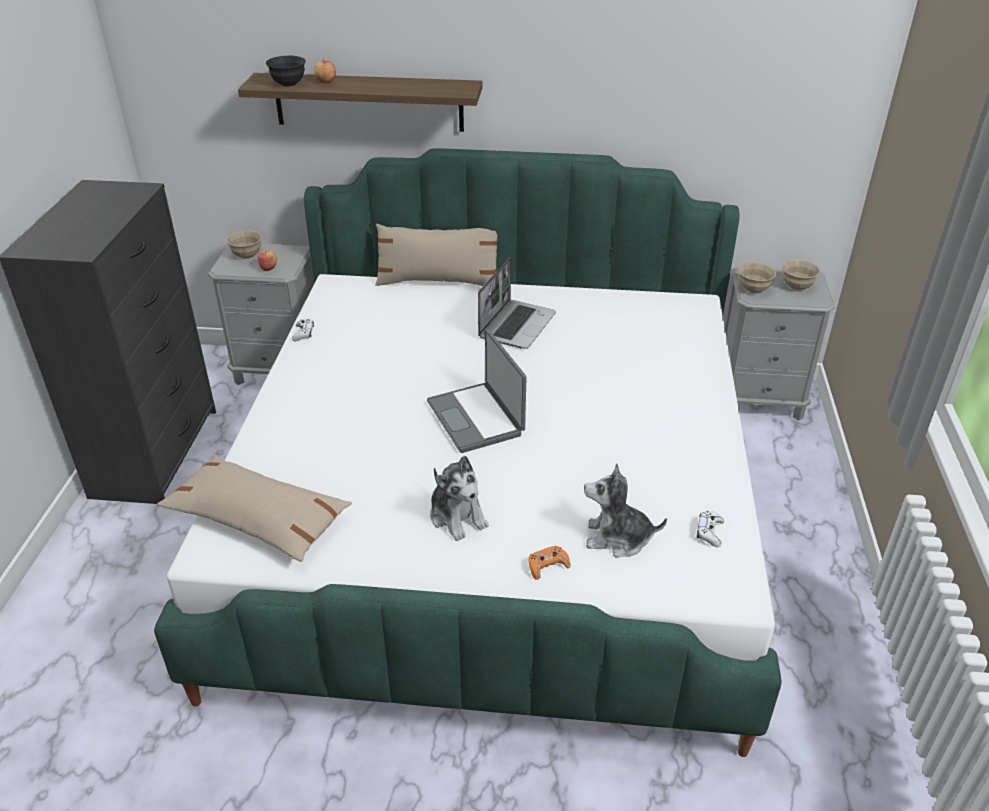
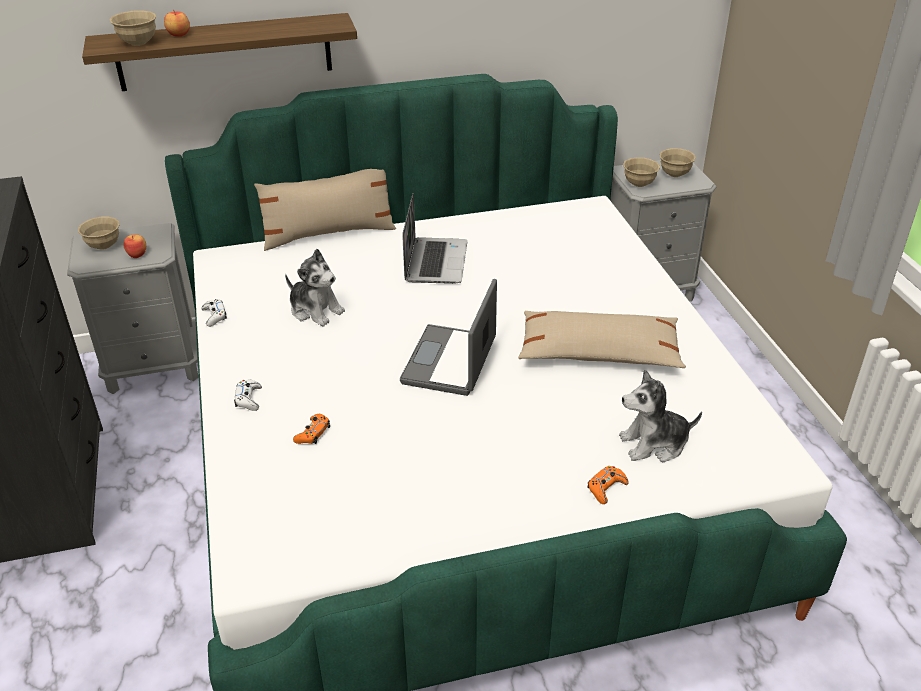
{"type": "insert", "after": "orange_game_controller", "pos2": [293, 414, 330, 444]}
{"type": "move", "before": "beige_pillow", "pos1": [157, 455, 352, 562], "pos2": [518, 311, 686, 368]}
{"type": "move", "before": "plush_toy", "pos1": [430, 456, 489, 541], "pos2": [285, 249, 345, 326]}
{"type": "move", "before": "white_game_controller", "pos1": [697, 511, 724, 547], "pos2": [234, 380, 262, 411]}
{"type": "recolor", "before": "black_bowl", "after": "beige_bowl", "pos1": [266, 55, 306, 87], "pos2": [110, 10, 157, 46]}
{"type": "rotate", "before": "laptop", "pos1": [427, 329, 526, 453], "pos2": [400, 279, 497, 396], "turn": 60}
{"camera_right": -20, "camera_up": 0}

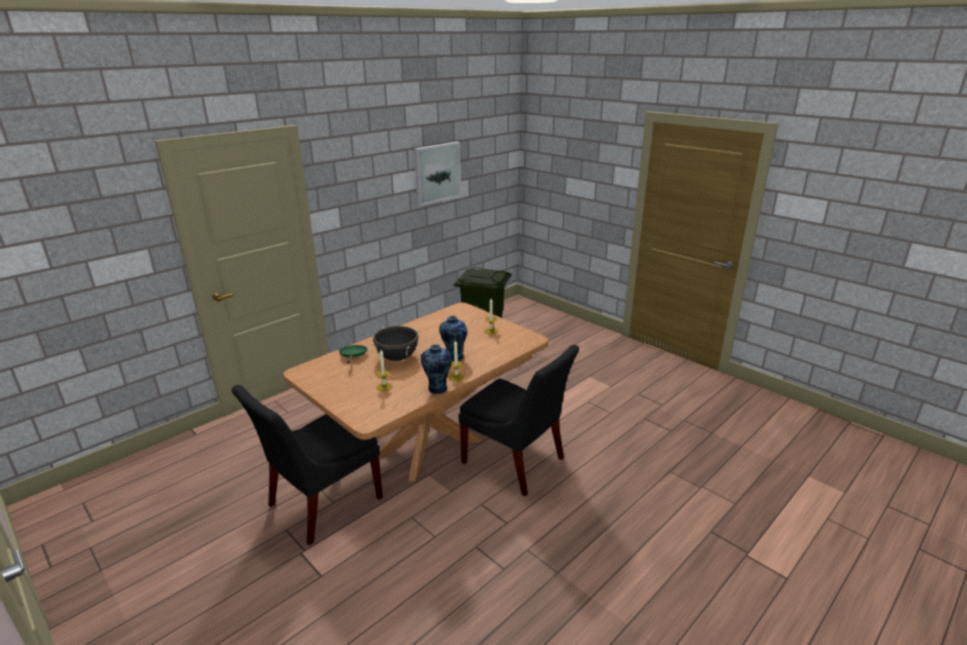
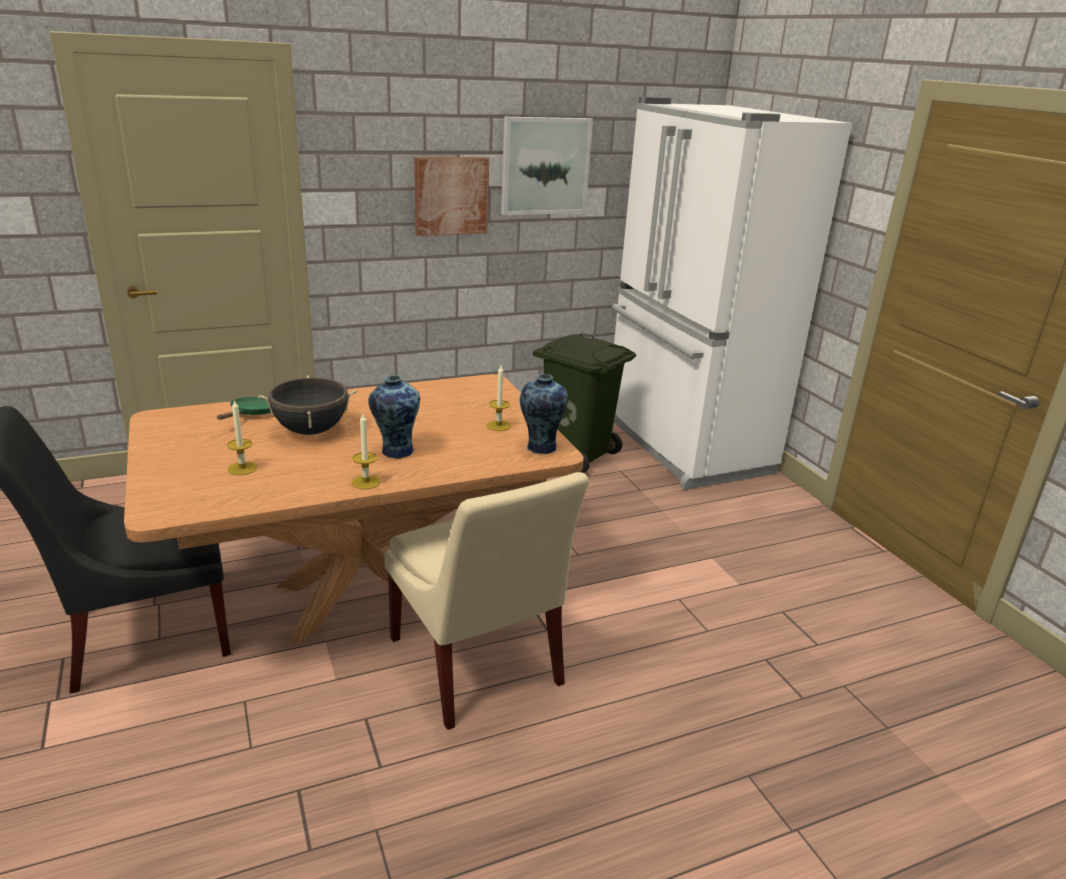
{"type": "insert", "after": "picture", "pos2": [414, 157, 489, 236]}
{"type": "insert", "after": "white_fridge", "pos2": [612, 97, 852, 490]}
{"type": "move", "before": "vase", "pos1": [421, 344, 452, 394], "pos2": [520, 374, 568, 454]}
{"type": "recolor", "before": "black_chair", "after": "beige_chair", "pos1": [459, 345, 579, 496], "pos2": [384, 472, 589, 730]}
{"camera_right": 20, "camera_up": 0}

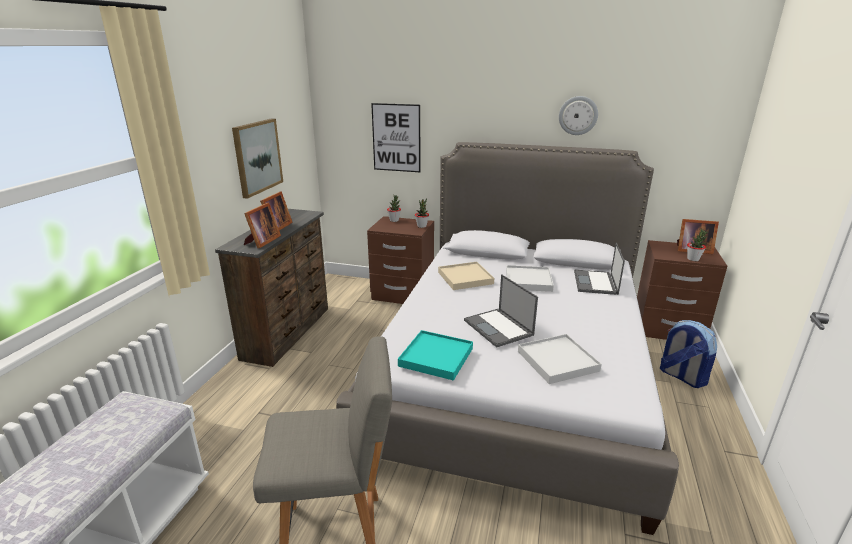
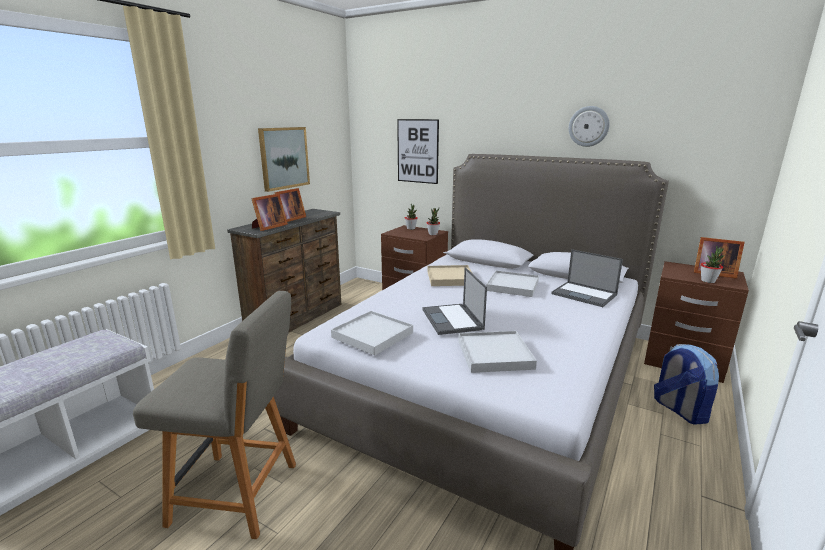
{"type": "recolor", "before": "turquoise_tray", "after": "white_tray", "pos1": [398, 330, 473, 381], "pos2": [331, 311, 413, 356]}
{"type": "rotate", "before": "laptop", "pos1": [574, 242, 625, 295], "pos2": [551, 249, 623, 307], "turn": -75}
{"camera_right": 15, "camera_up": -5}

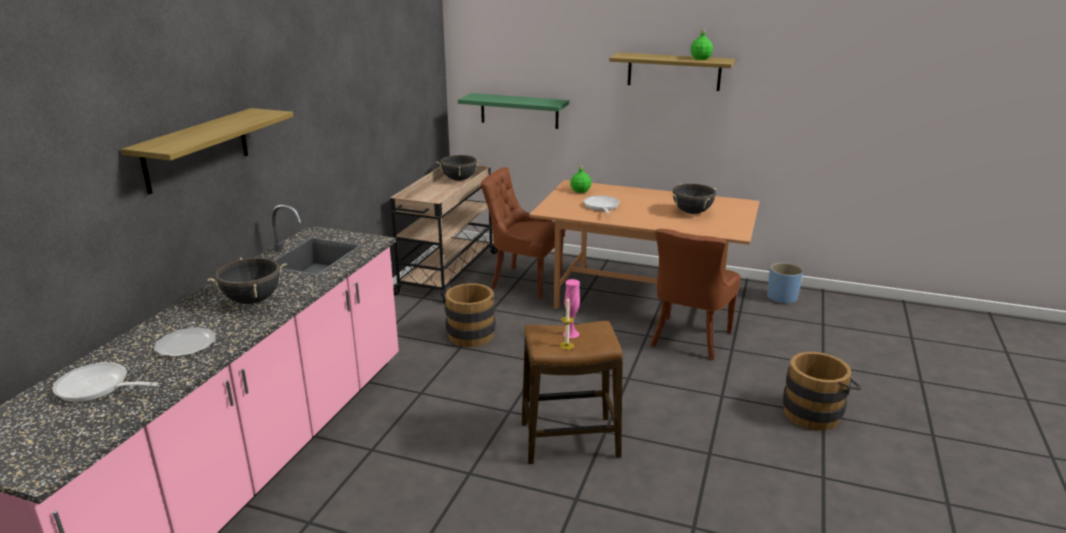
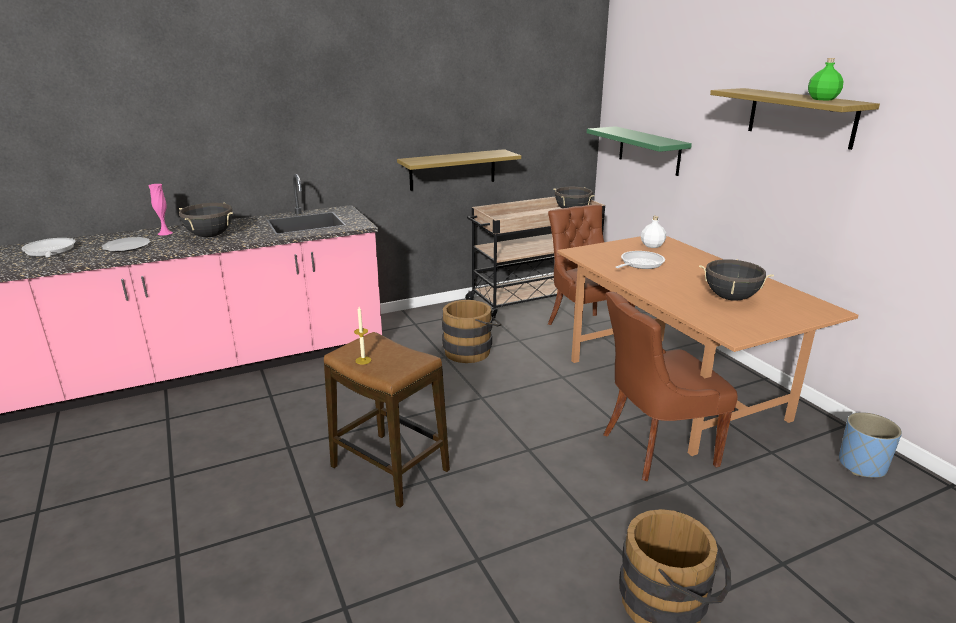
{"type": "move", "before": "shelf", "pos1": [121, 108, 294, 194], "pos2": [397, 149, 521, 191]}
{"type": "move", "before": "pink_vase", "pos1": [563, 279, 580, 338], "pos2": [149, 184, 173, 236]}
{"type": "recolor", "before": "green_bottle", "after": "white_bottle", "pos1": [570, 166, 592, 193], "pos2": [641, 216, 666, 248]}
{"camera_right": 45, "camera_up": 0}

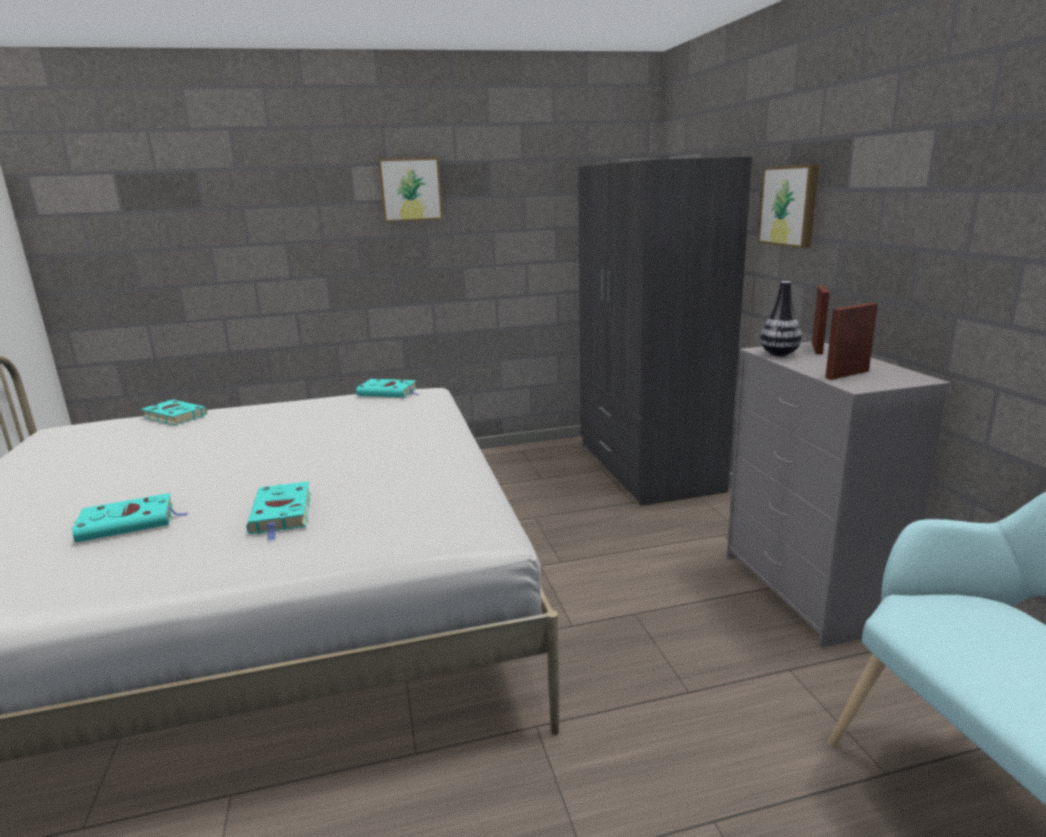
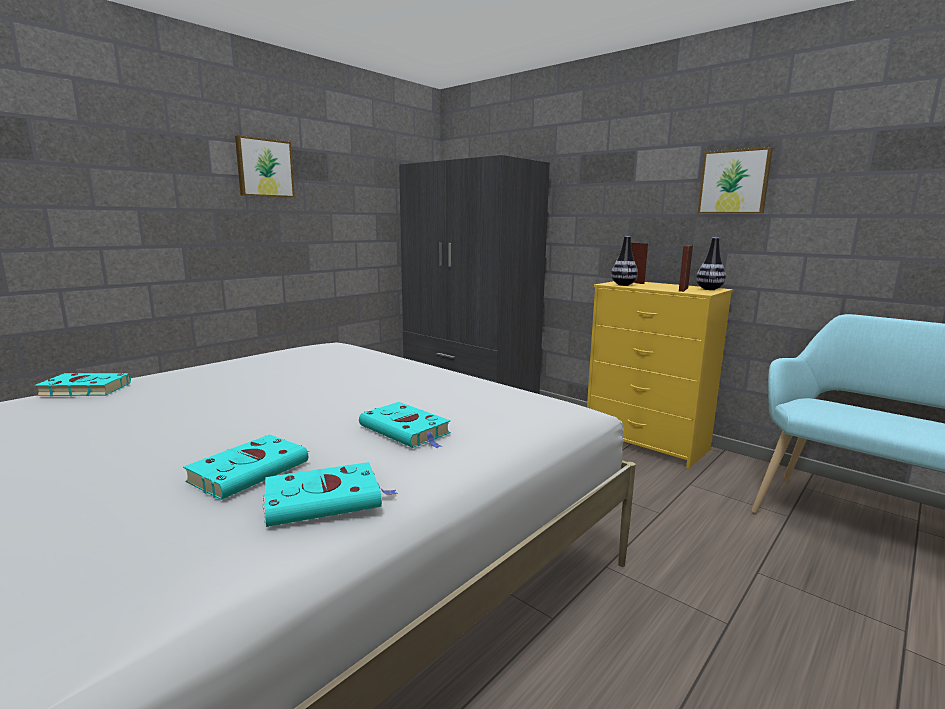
{"type": "insert", "after": "vase", "pos2": [696, 238, 726, 290]}
{"type": "move", "before": "turquoise_book", "pos1": [356, 379, 419, 398], "pos2": [263, 462, 398, 527]}
{"type": "move", "before": "picture", "pos1": [758, 164, 819, 248], "pos2": [698, 147, 773, 214]}
{"type": "recolor", "before": "grey_dresser", "after": "yellow_dresser", "pos1": [726, 341, 950, 648], "pos2": [587, 281, 733, 469]}
{"camera_right": -35, "camera_up": -5}

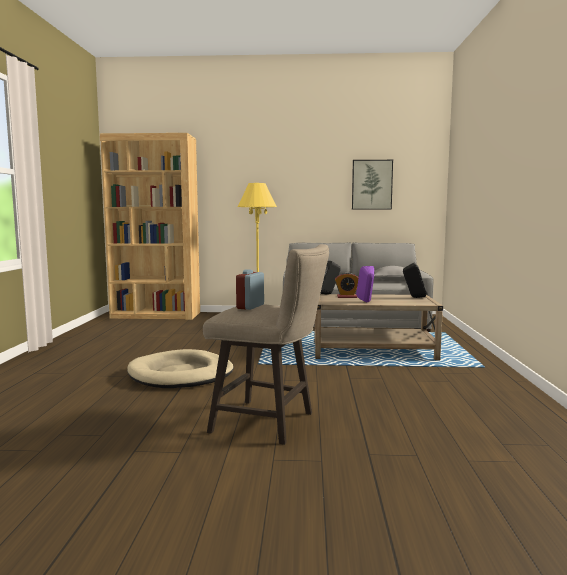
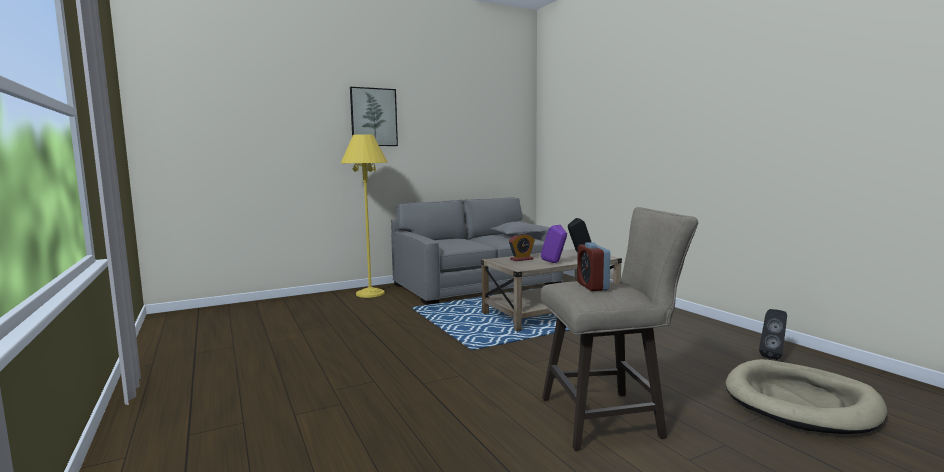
{"type": "delete", "before": "brown_bookcase", "pos1": [100, 133, 200, 320]}
{"type": "move", "before": "beige_dog_bed", "pos1": [127, 349, 234, 388], "pos2": [726, 359, 887, 434]}
{"type": "move", "before": "black_speaker", "pos1": [320, 261, 341, 295], "pos2": [759, 309, 787, 360]}
{"type": "move", "before": "picture", "pos1": [352, 160, 393, 210], "pos2": [350, 87, 398, 146]}
{"camera_right": -30, "camera_up": 0}

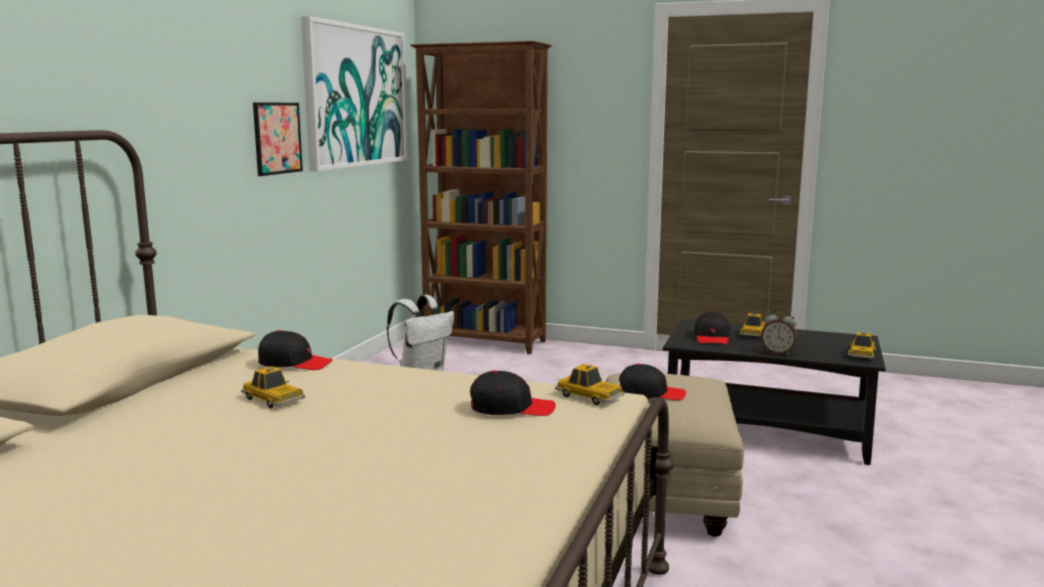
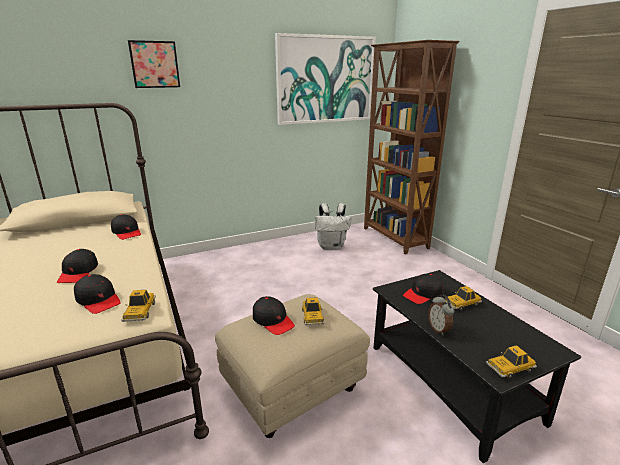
{"type": "insert", "after": "black_cap", "pos2": [57, 249, 98, 283]}
{"type": "move", "before": "toy_car", "pos1": [241, 366, 306, 408], "pos2": [302, 297, 324, 325]}
{"type": "move", "before": "picture", "pos1": [253, 102, 303, 176], "pos2": [128, 40, 180, 88]}
{"camera_right": 45, "camera_up": 10}

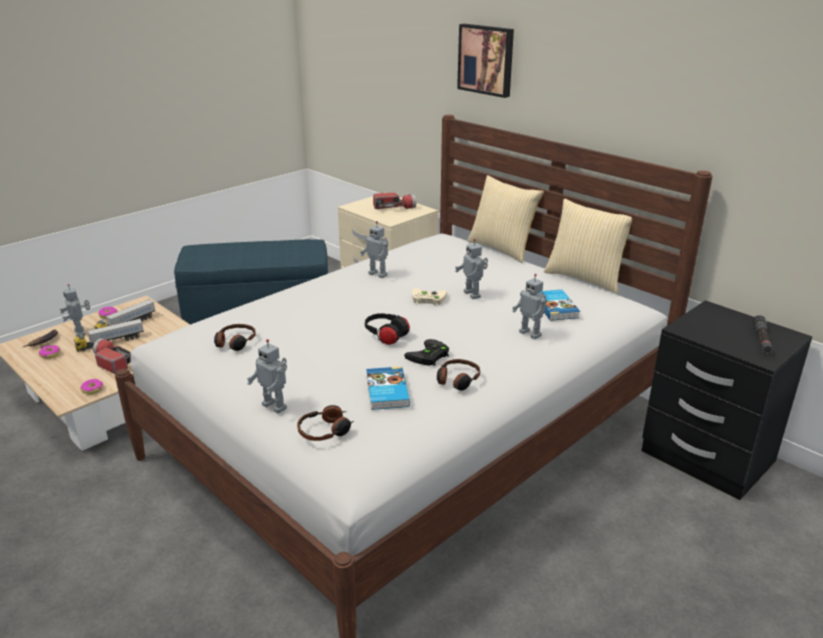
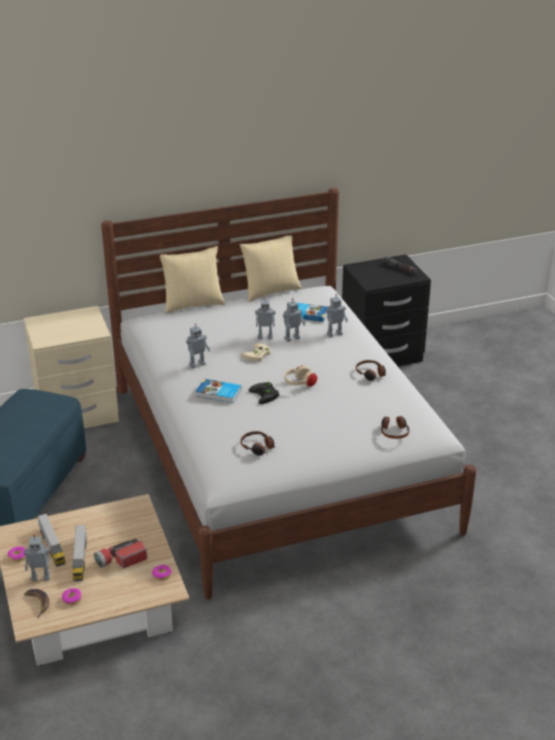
{"type": "delete", "before": "flashlight", "pos1": [373, 193, 416, 209]}
{"type": "delete", "before": "picture", "pos1": [457, 24, 514, 98]}
{"type": "move", "before": "toy_robot", "pos1": [247, 339, 287, 414], "pos2": [283, 298, 305, 342]}
{"type": "move", "before": "book", "pos1": [366, 366, 410, 410], "pos2": [196, 379, 241, 403]}
{"type": "move", "before": "black_game_controller", "pos1": [404, 339, 449, 366], "pos2": [248, 382, 279, 404]}
{"type": "recolor", "before": "black_headphones", "after": "beige_headphones", "pos1": [365, 313, 410, 345], "pos2": [284, 365, 317, 387]}
{"camera_right": -65, "camera_up": 5}

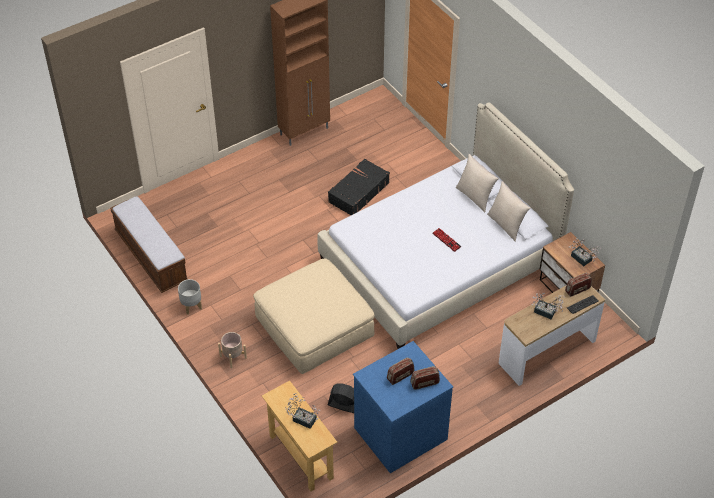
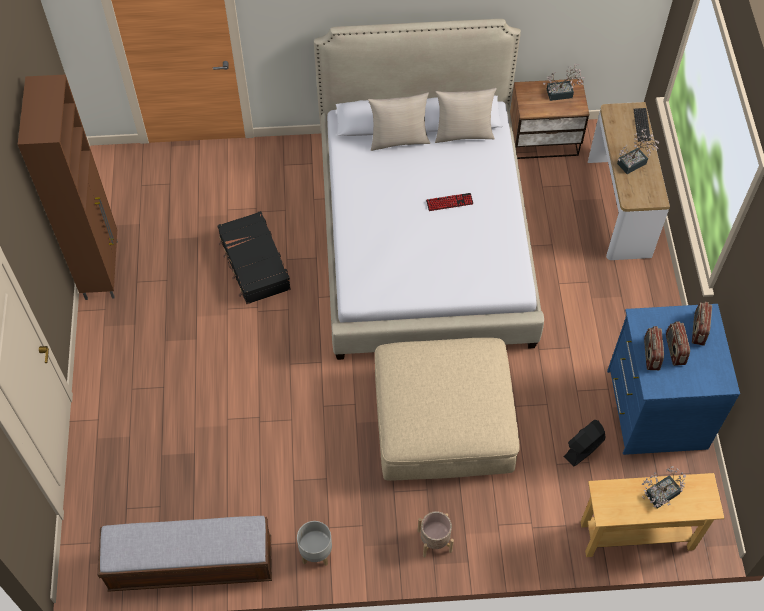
{"type": "move", "before": "radio", "pos1": [565, 273, 592, 297], "pos2": [644, 326, 664, 370]}
{"camera_right": -60, "camera_up": 10}

